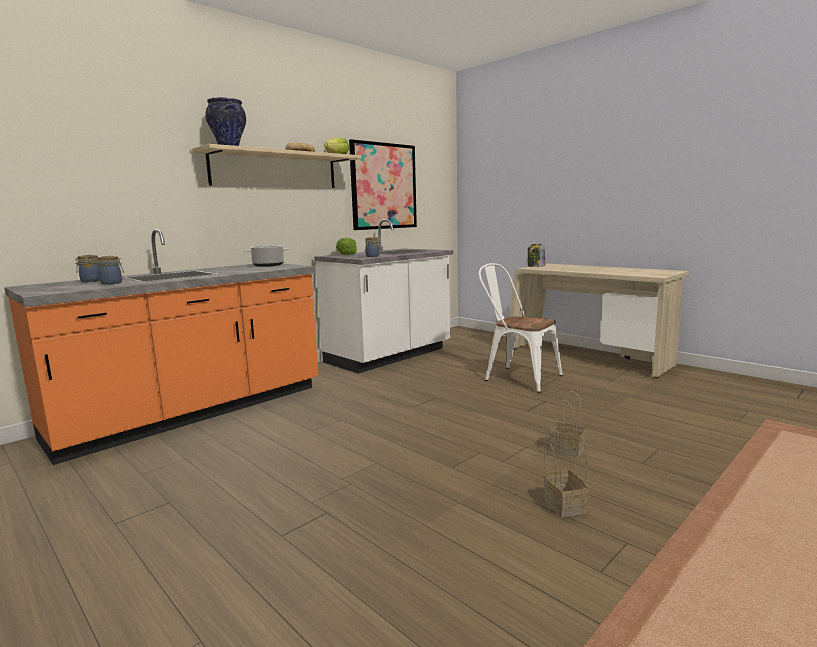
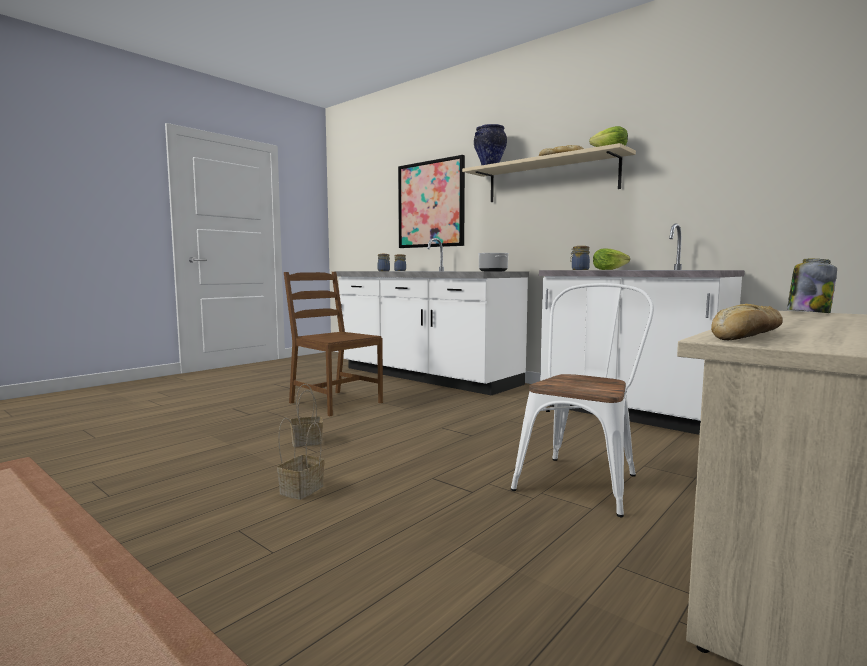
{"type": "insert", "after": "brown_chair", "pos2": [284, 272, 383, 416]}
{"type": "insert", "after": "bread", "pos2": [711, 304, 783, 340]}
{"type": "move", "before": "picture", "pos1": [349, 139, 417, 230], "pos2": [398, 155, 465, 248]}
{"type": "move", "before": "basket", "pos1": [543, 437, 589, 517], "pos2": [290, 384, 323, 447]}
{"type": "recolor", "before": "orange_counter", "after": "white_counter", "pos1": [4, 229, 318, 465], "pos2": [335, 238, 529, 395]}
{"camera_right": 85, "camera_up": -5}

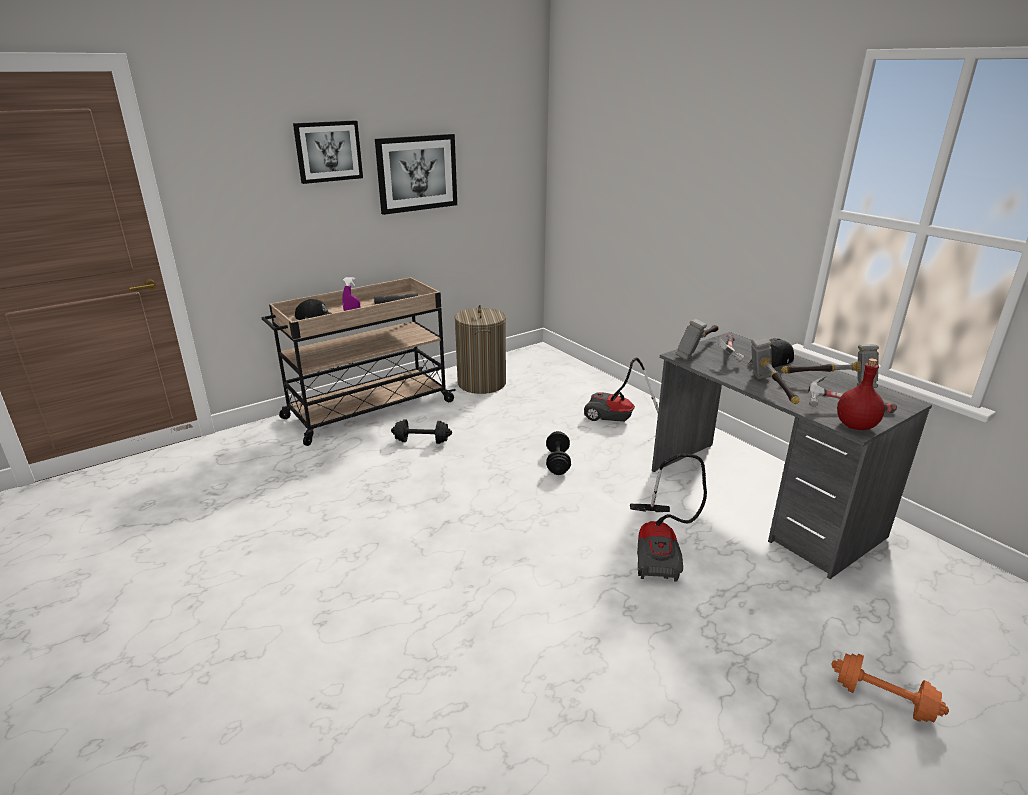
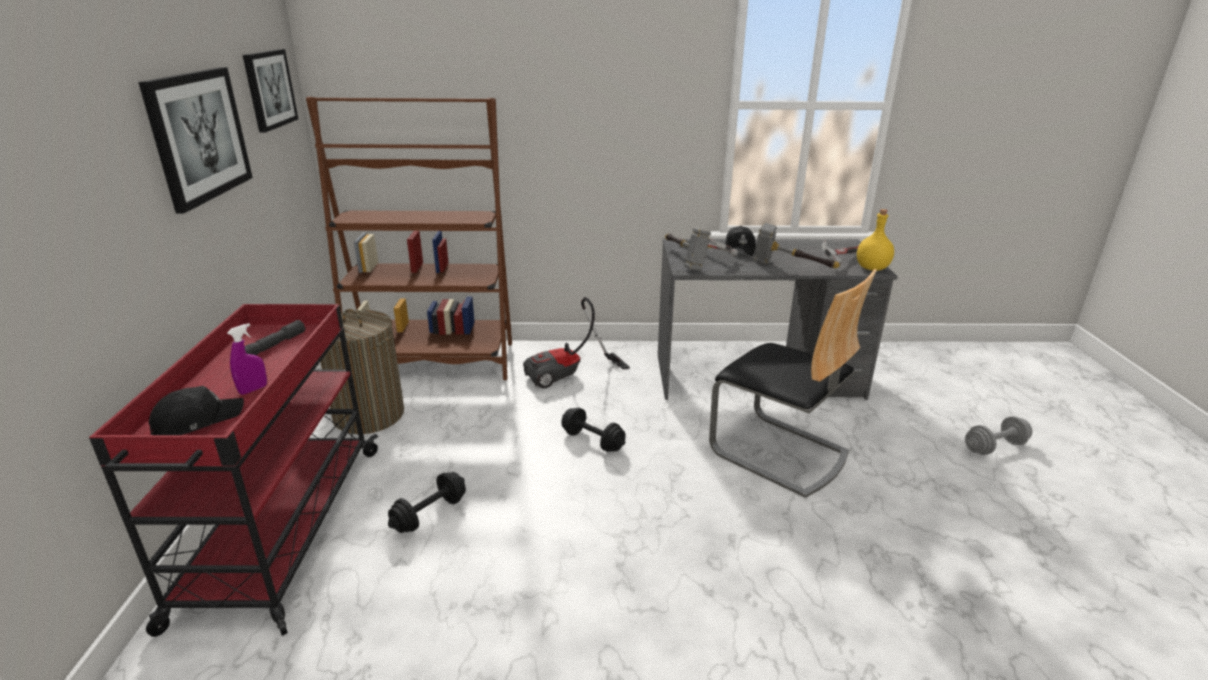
{"type": "delete", "before": "hammer", "pos1": [781, 344, 879, 388]}
{"type": "insert", "after": "brown_bookcase", "pos2": [306, 97, 512, 380]}
{"type": "move", "before": "picture", "pos1": [293, 120, 363, 184], "pos2": [243, 49, 298, 133]}
{"type": "replace", "before": "vacuum_cleaner", "after": "chair", "pos1": [630, 454, 707, 582], "pos2": [709, 269, 877, 498]}
{"type": "recolor", "before": "beige_cart", "after": "red_cart", "pos1": [262, 277, 456, 446], "pos2": [89, 304, 379, 637]}
{"type": "recolor", "before": "orange_dumbbell", "after": "grey_dumbbell", "pos1": [832, 653, 949, 722], "pos2": [965, 416, 1032, 455]}
{"type": "recolor", "before": "red_bottle", "after": "yellow_bottle", "pos1": [837, 358, 885, 430], "pos2": [857, 209, 894, 271]}
{"camera_right": -55, "camera_up": 0}

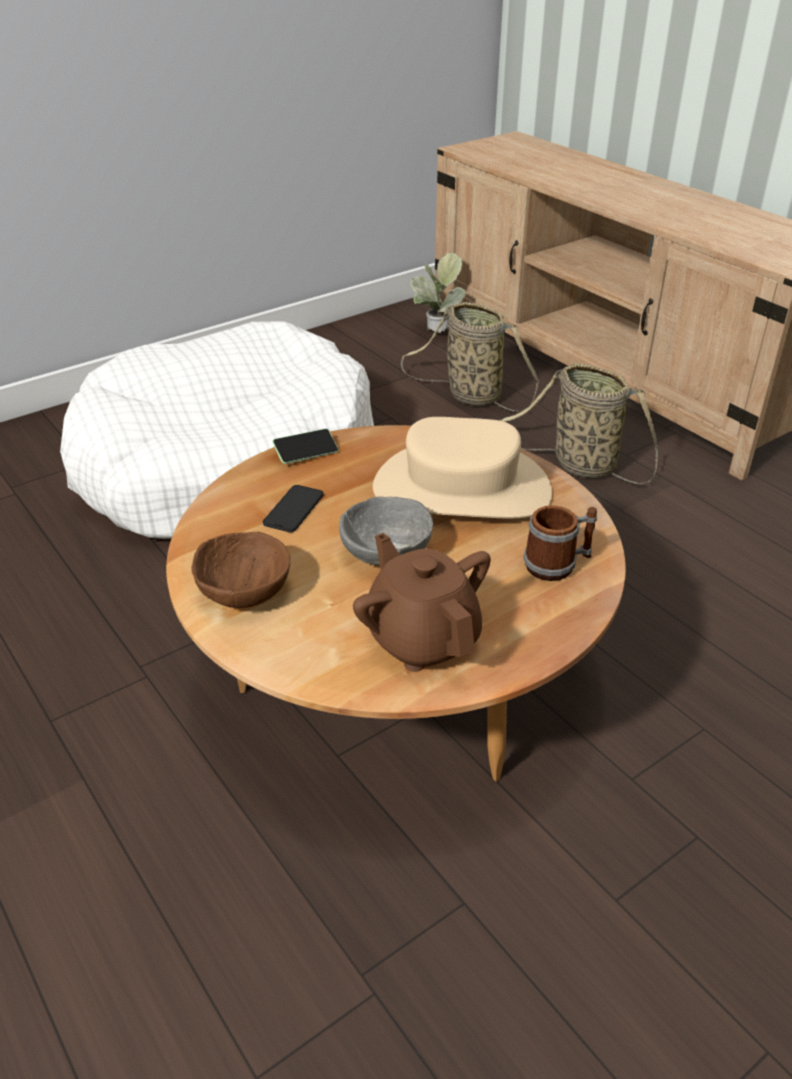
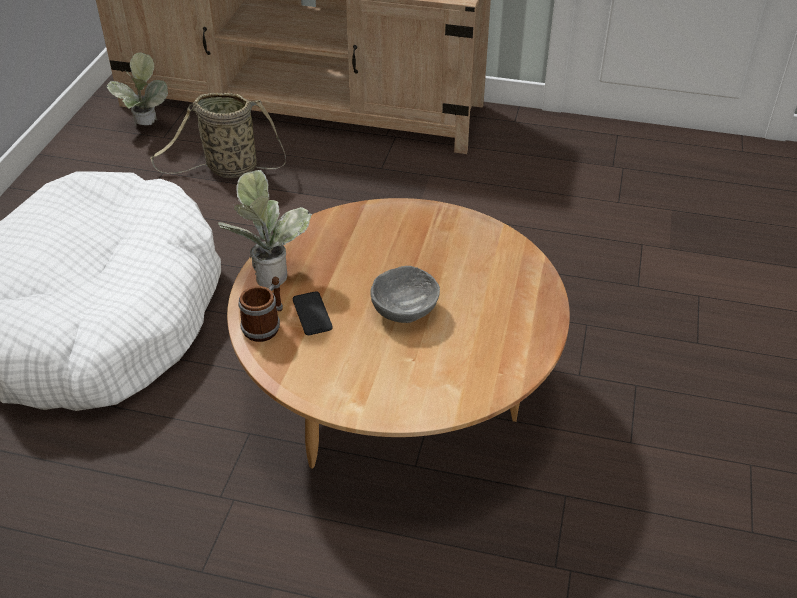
{"type": "delete", "before": "brown_bowl", "pos1": [191, 531, 290, 608]}
{"type": "delete", "before": "brown_teapot", "pos1": [353, 533, 491, 672]}
{"type": "delete", "before": "beige_hat", "pos1": [373, 417, 552, 518]}
{"type": "delete", "before": "basket", "pos1": [499, 363, 658, 484]}
{"type": "move", "before": "mug", "pos1": [523, 505, 597, 581], "pos2": [239, 277, 283, 342]}
{"type": "replace", "before": "phone", "after": "potted_plant", "pos1": [272, 429, 339, 464], "pos2": [217, 170, 312, 288]}
{"camera_right": -40, "camera_up": 5}

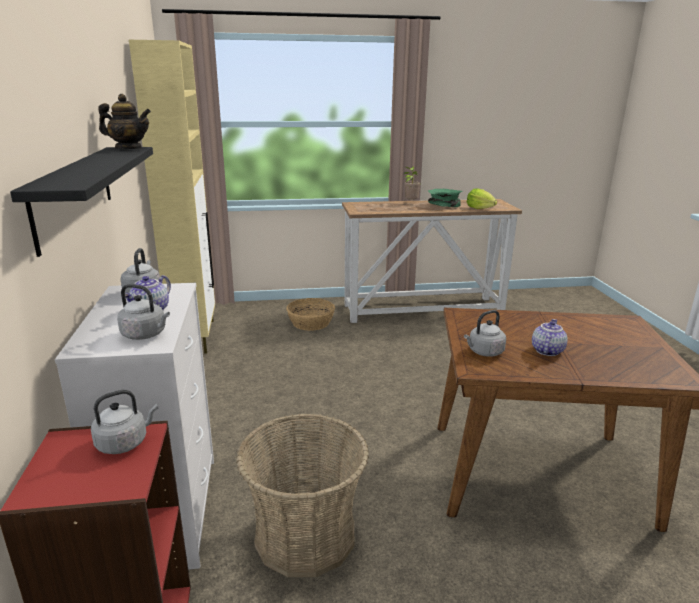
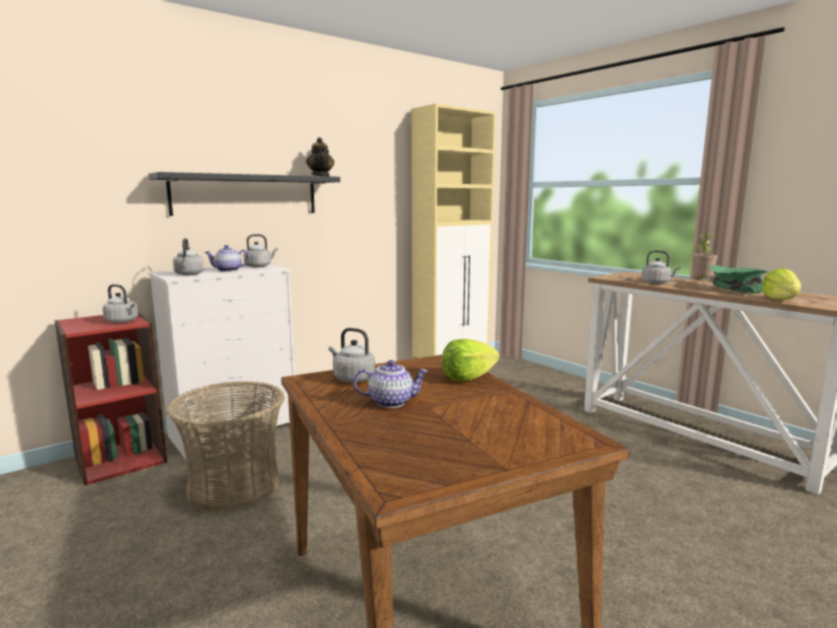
{"type": "delete", "before": "basket", "pos1": [286, 298, 335, 331]}
{"type": "insert", "after": "lettuce", "pos2": [442, 339, 500, 381]}
{"type": "insert", "after": "grey_kettle", "pos2": [642, 250, 680, 284]}
{"camera_right": 60, "camera_up": -10}

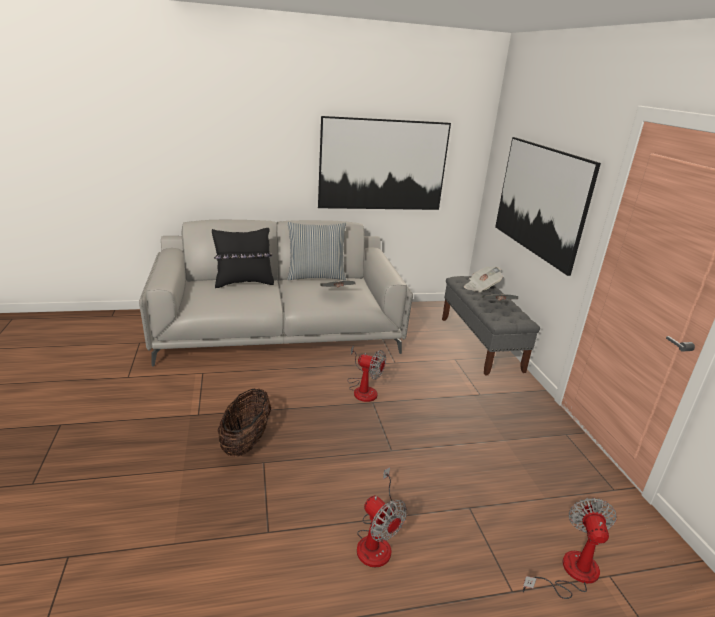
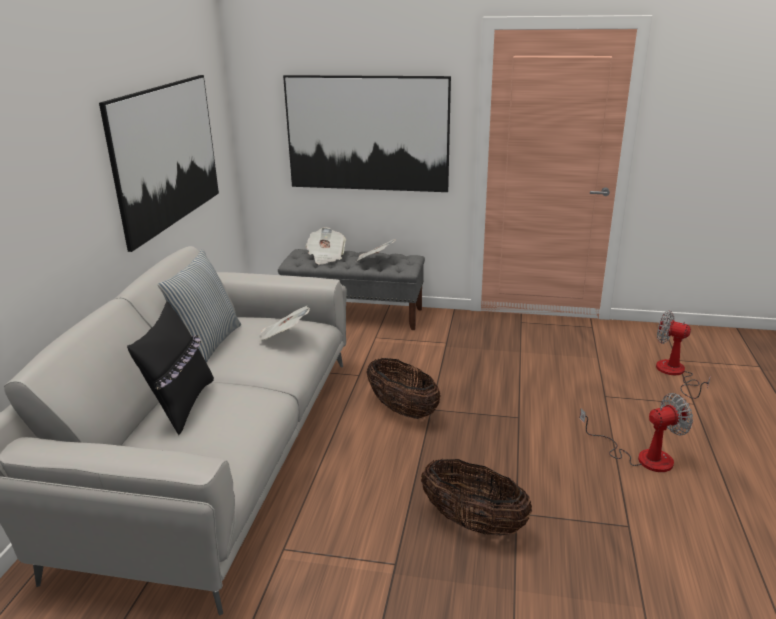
{"type": "replace", "before": "fan", "after": "basket", "pos1": [348, 345, 386, 402], "pos2": [366, 358, 441, 419]}
{"camera_right": -65, "camera_up": 0}

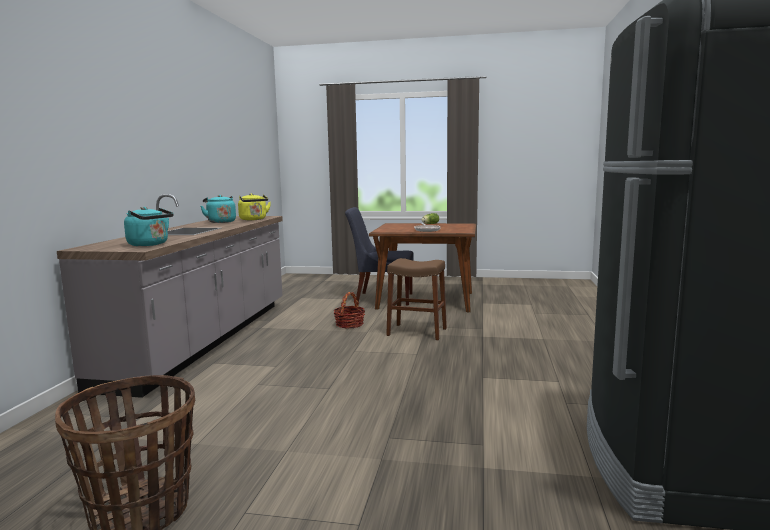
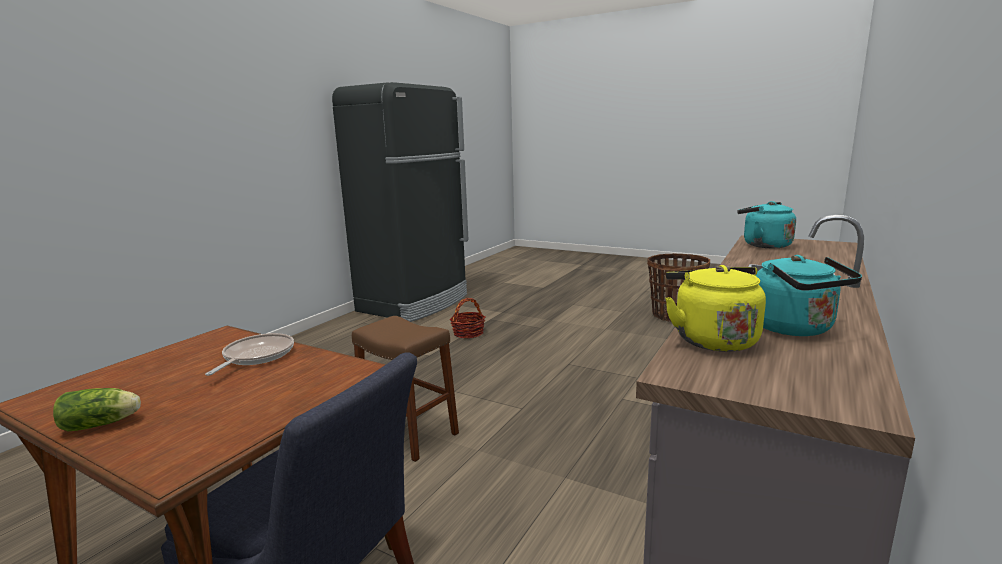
{"type": "move", "before": "basket", "pos1": [334, 292, 365, 328], "pos2": [450, 298, 485, 338]}
{"camera_right": -160, "camera_up": 5}

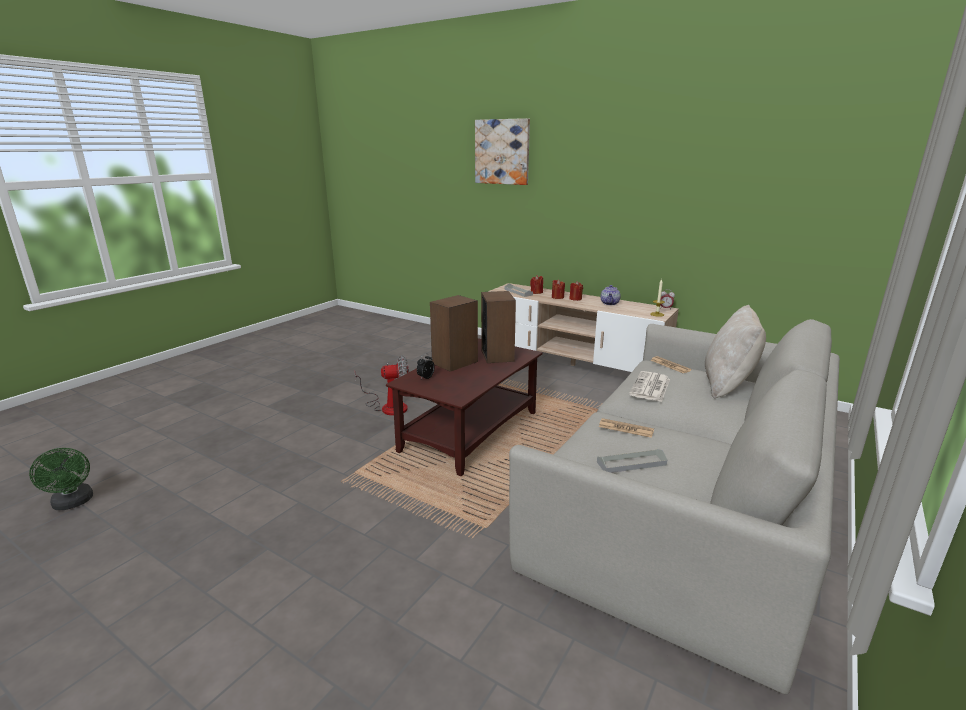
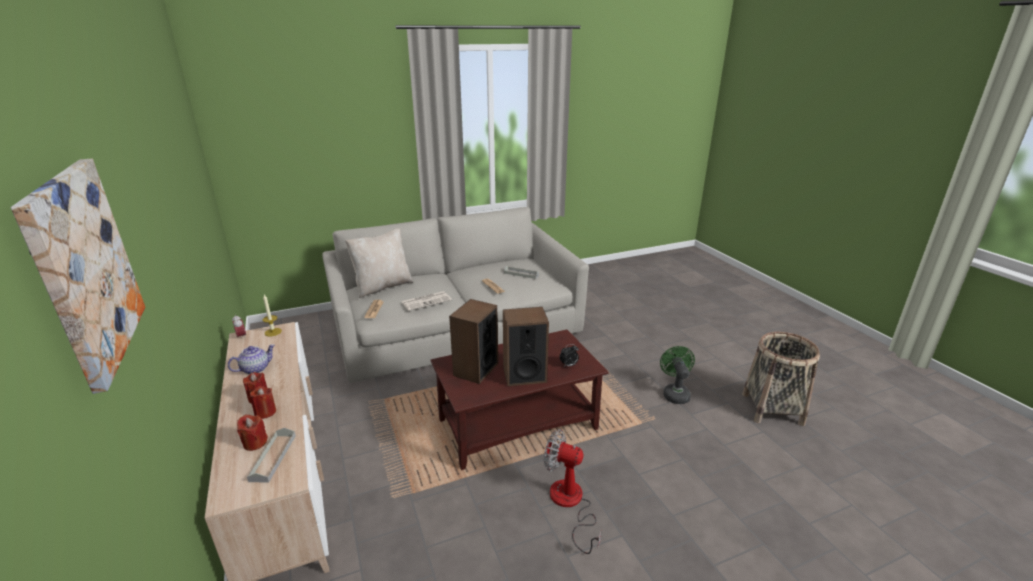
{"type": "insert", "after": "basket", "pos2": [742, 332, 820, 426]}
{"type": "move", "before": "green_fan", "pos1": [29, 448, 93, 510], "pos2": [660, 346, 695, 404]}
{"camera_right": -145, "camera_up": 5}

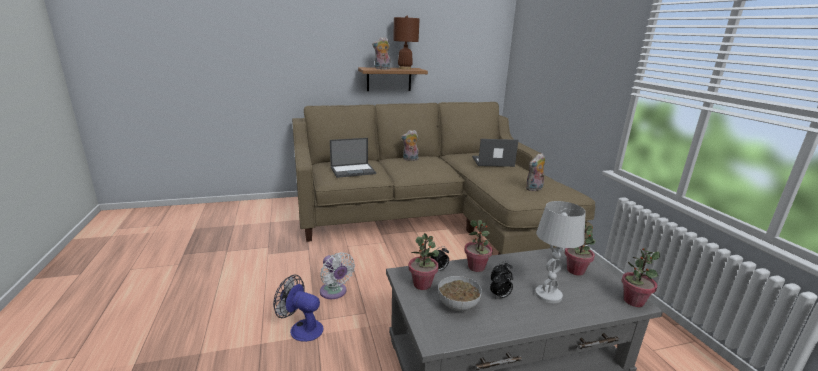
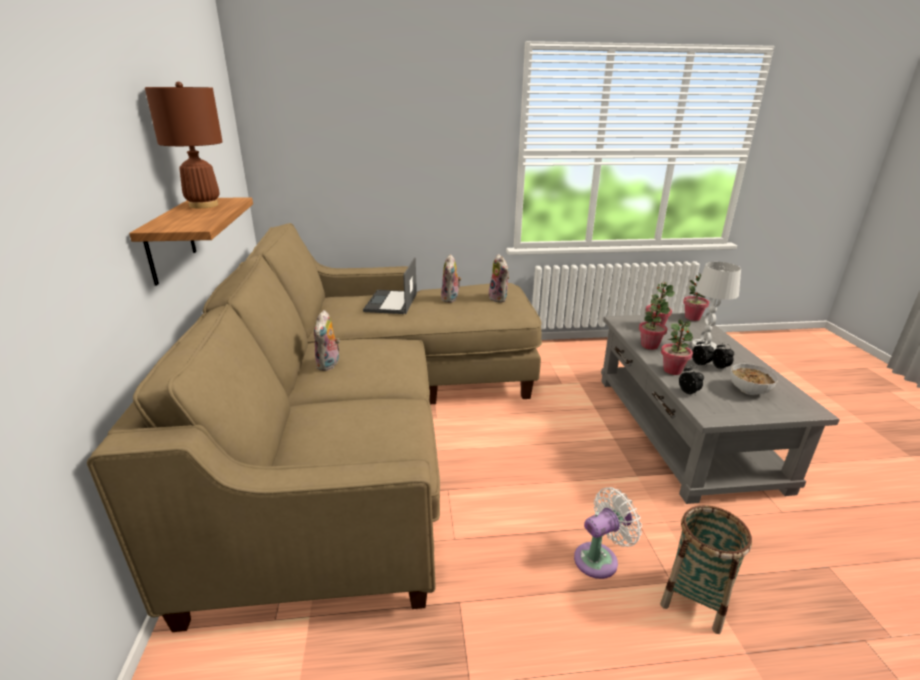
{"type": "delete", "before": "laptop", "pos1": [330, 138, 376, 178]}
{"type": "move", "before": "plush_toy", "pos1": [372, 37, 390, 69], "pos2": [441, 254, 462, 303]}
{"type": "move", "before": "potted_plant", "pos1": [408, 233, 439, 290], "pos2": [639, 298, 670, 350]}
{"type": "replace", "before": "fan", "after": "basket", "pos1": [273, 275, 323, 342], "pos2": [660, 505, 752, 634]}
{"camera_right": -80, "camera_up": 5}

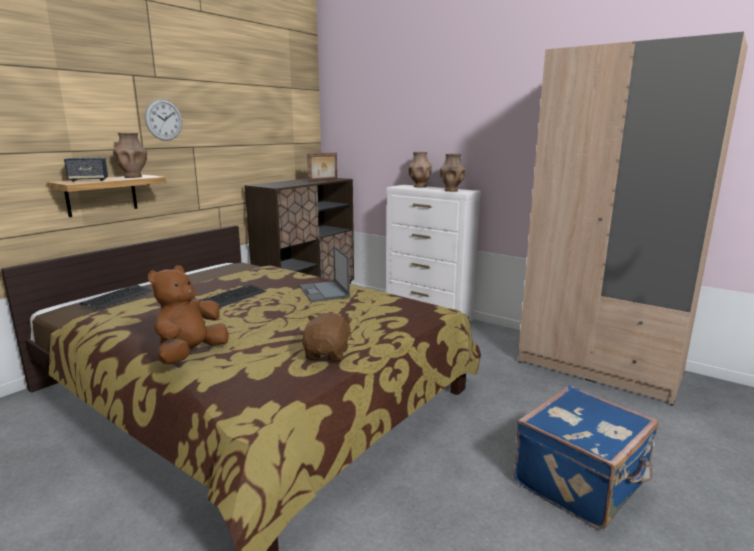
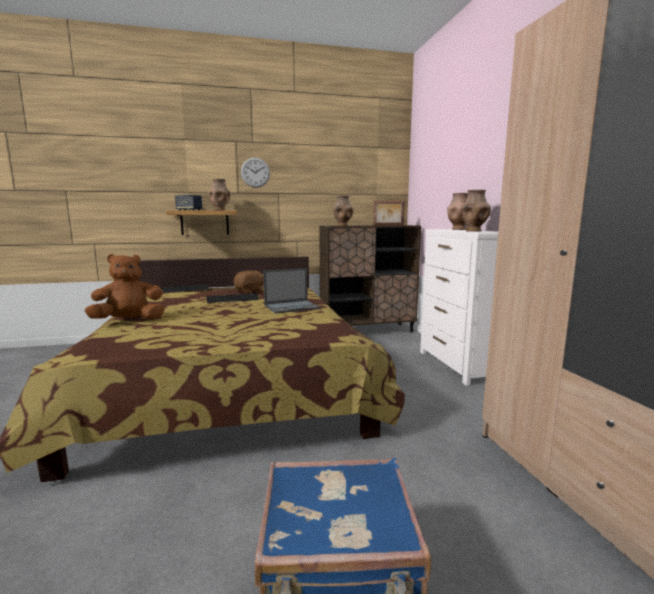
{"type": "insert", "after": "brown_vase", "pos2": [333, 196, 354, 226]}
{"type": "move", "before": "brown_plush_toy", "pos1": [302, 313, 353, 362], "pos2": [234, 270, 264, 294]}
{"type": "rotate", "before": "laptop", "pos1": [299, 245, 350, 302], "pos2": [263, 268, 320, 313], "turn": -135}
{"camera_right": 40, "camera_up": -5}

